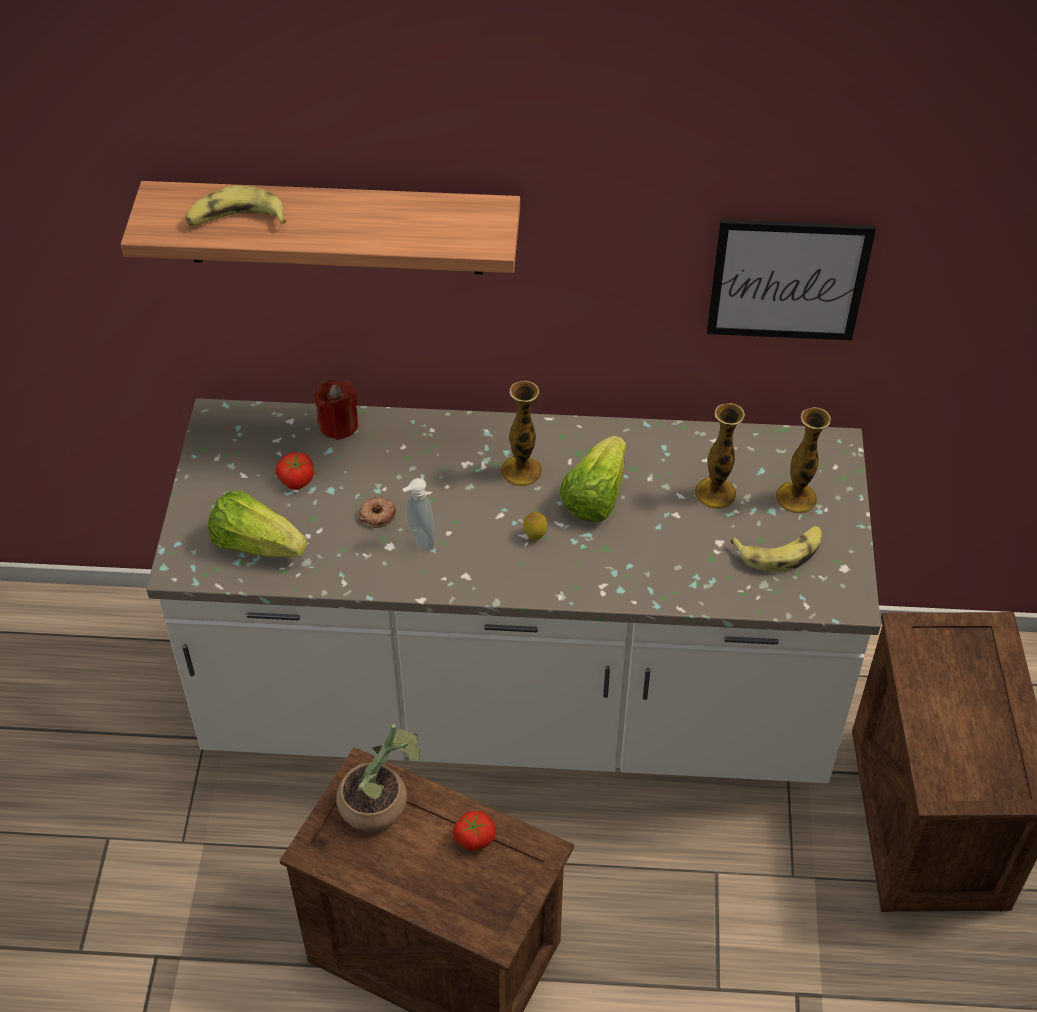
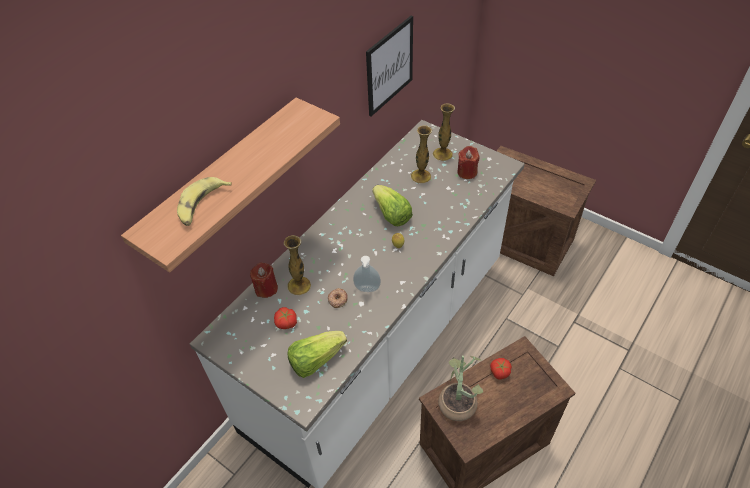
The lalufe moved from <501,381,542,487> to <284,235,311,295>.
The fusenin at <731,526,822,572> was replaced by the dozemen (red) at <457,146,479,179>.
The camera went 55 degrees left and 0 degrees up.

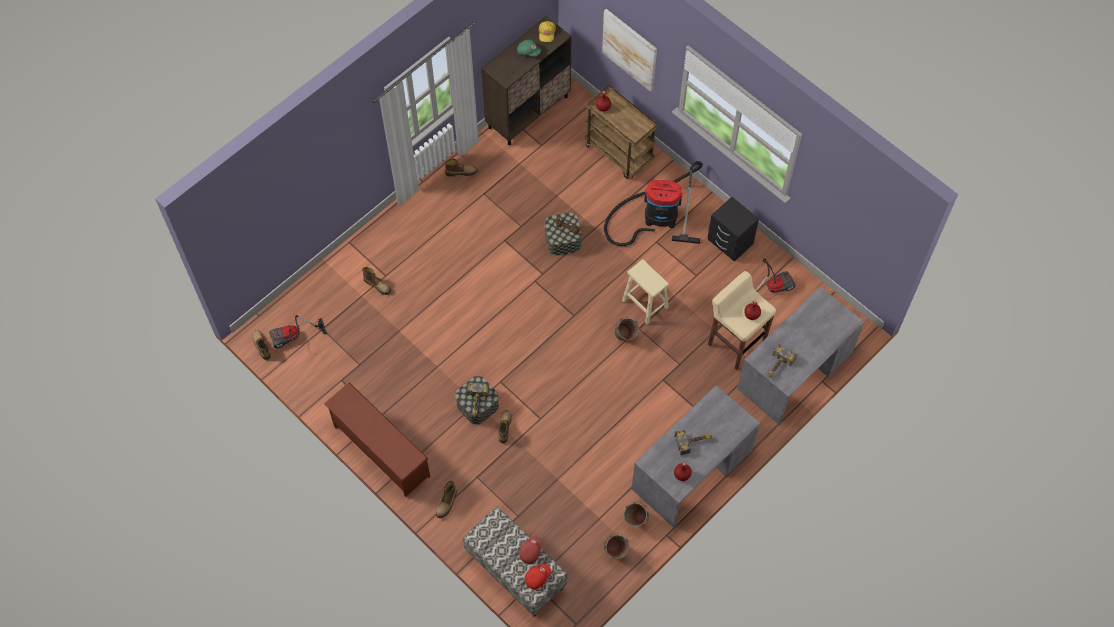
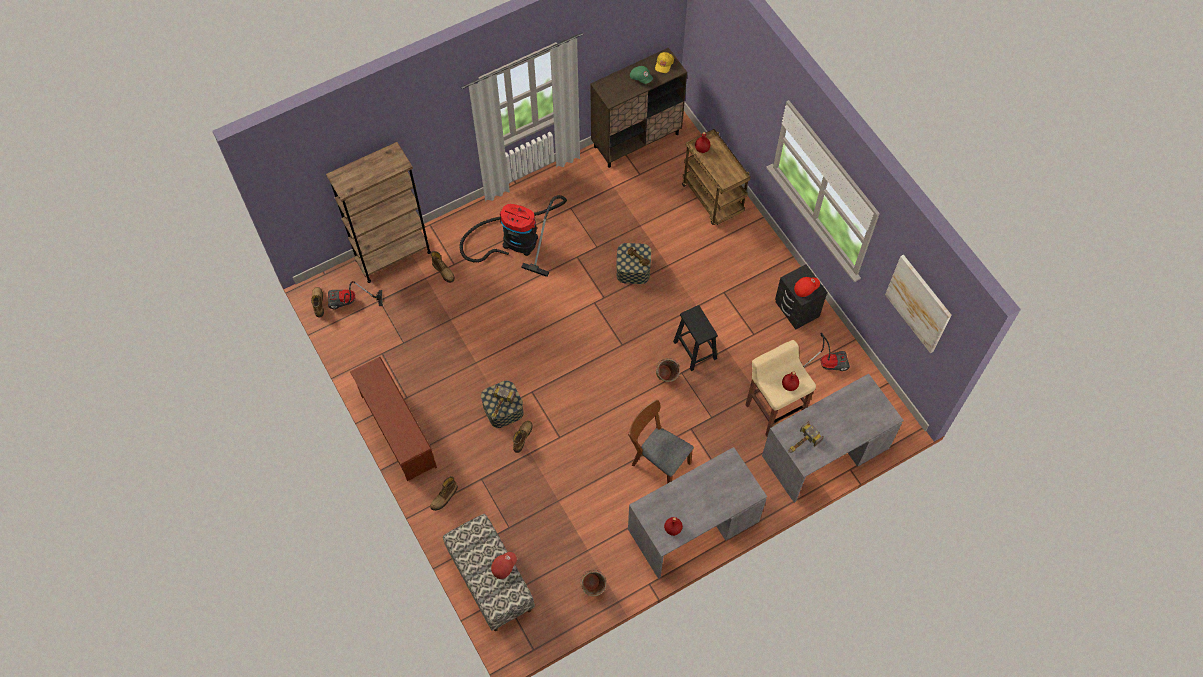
The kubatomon at <445,159,478,176> disappeared.
The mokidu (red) moved from <525,564,551,589> to <794,277,820,297>.
The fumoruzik moved from <602,9,657,92> to <885,255,952,353>.
The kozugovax moved from <604,161,703,246> to <460,195,567,277>.
The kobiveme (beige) at <622,259,669,325> became the kobiveme (black) at <673,305,718,371>.
The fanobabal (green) at <624,502,649,527> disappeared.
The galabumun at <674,429,712,455> disappeared.
The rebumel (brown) at <326,142,431,283> appeared.
The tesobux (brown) at <628,400,694,483> appeared.
The camera went 15 degrees right and 0 degrees up.

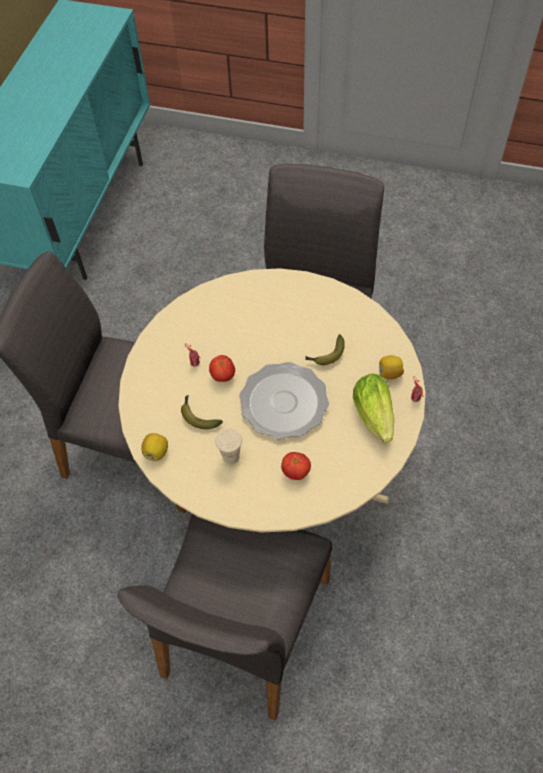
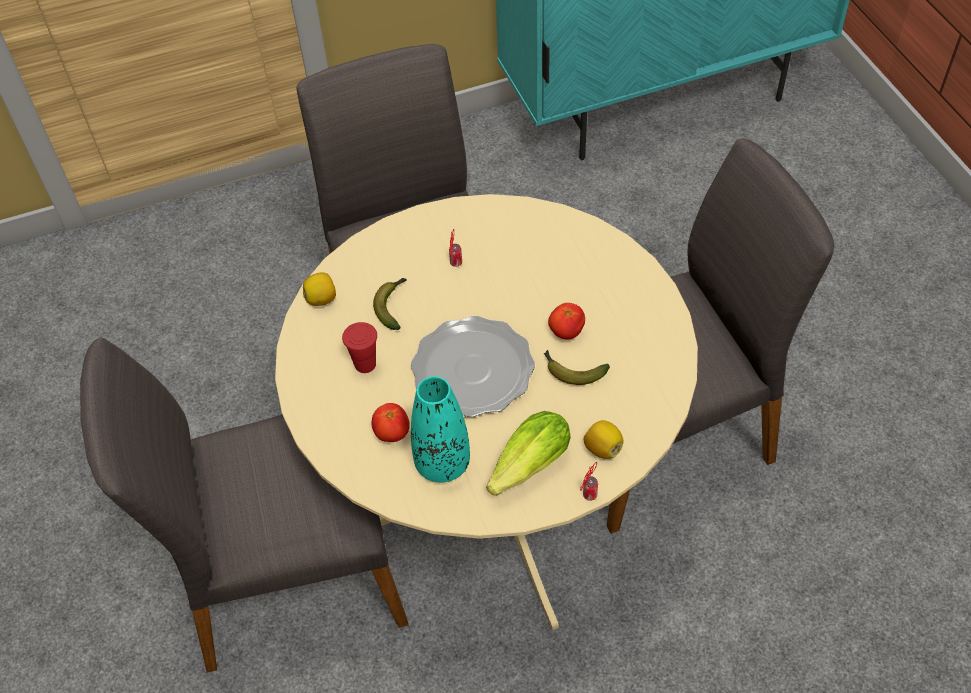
The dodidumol moved from <209,355,235,382> to <548,303,585,339>.
The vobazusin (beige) at <215,429,242,464> became the vobazusin (red) at <342,322,377,373>.
The lalufe (turquoise) at <411,376,470,483> appeared.
The camera went 55 degrees right and 5 degrees down.

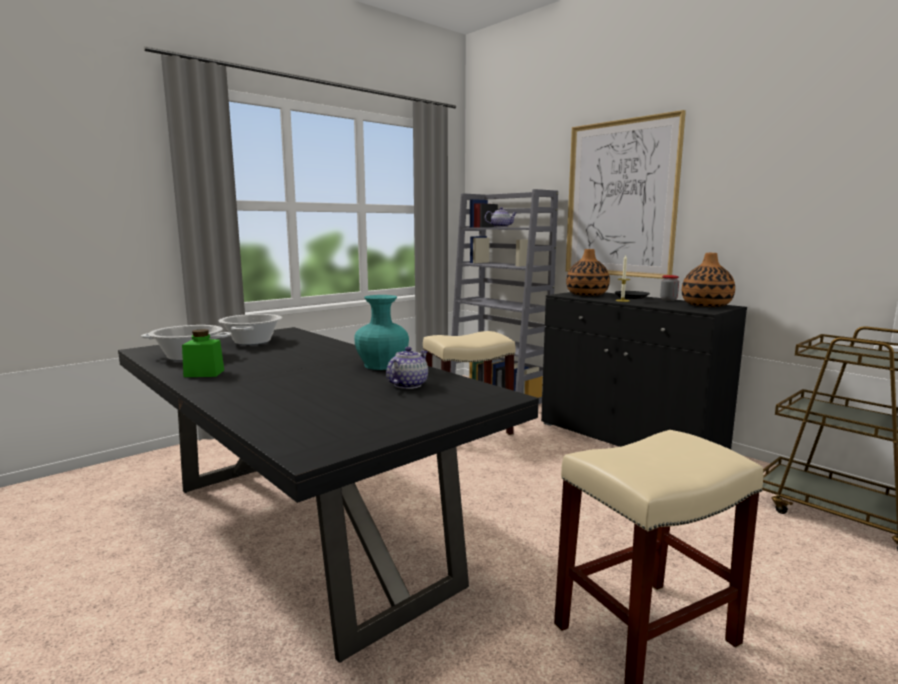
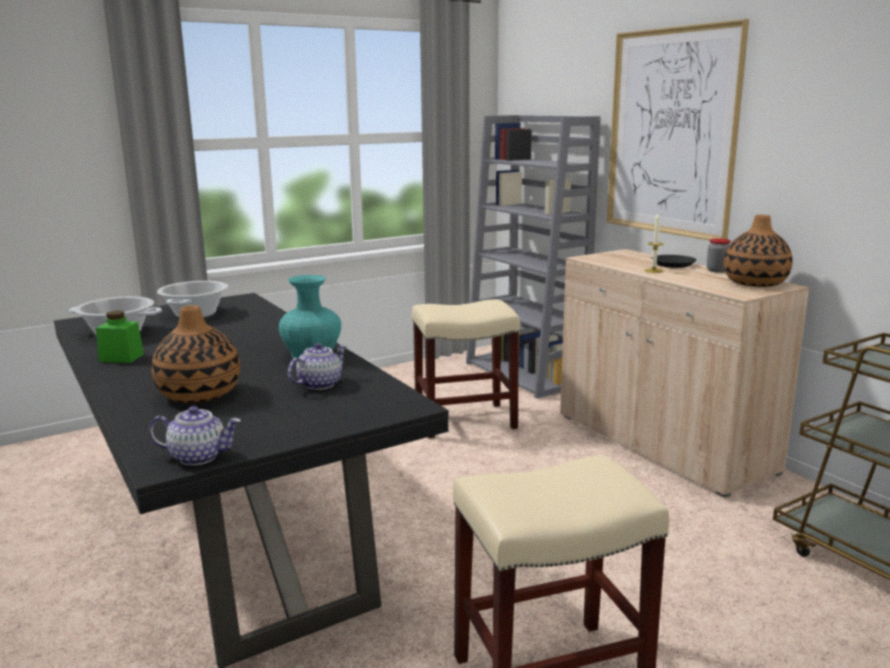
The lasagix moved from <485,207,517,227> to <149,406,241,466>.
The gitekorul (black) at <541,292,747,450> became the gitekorul (beige) at <560,249,810,498>.
The lalufe moved from <566,249,610,296> to <151,305,240,403>.
The camera went 10 degrees right and 5 degrees up.

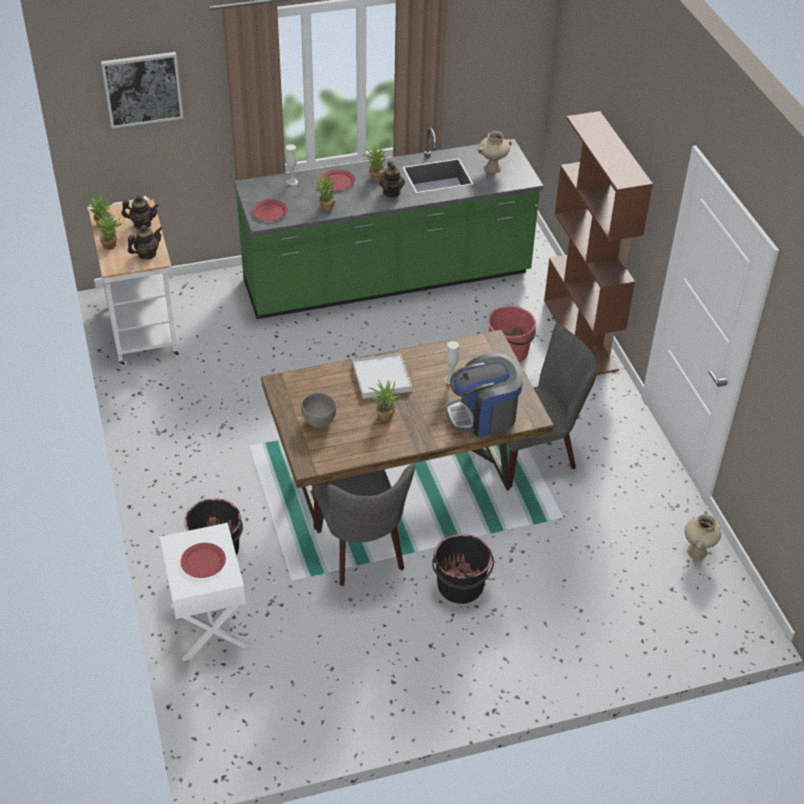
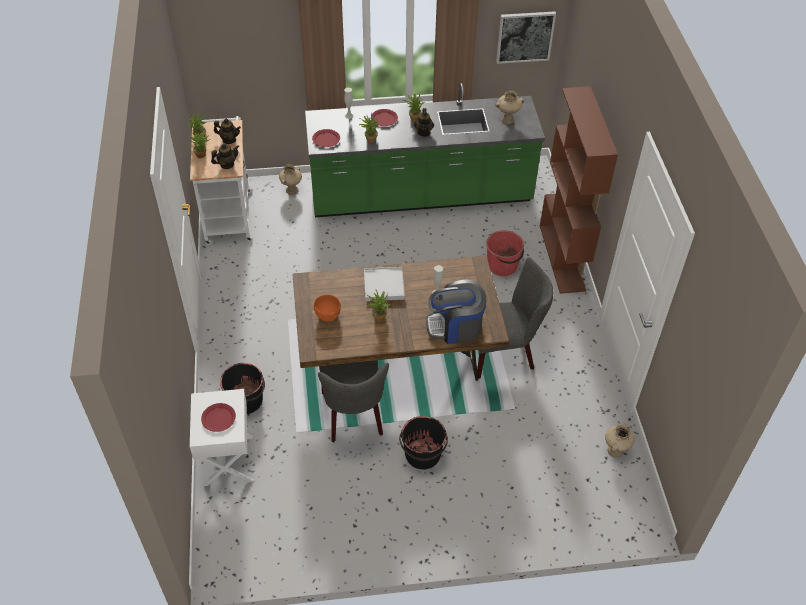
The fumoruzik moved from <101,52,183,128> to <496,11,556,64>.
The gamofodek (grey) at <301,393,336,427> became the gamofodek (orange) at <314,294,341,321>.
The lalufe (beige) at <279,164,302,195> appeared.
The camera went 10 degrees right and 5 degrees up.

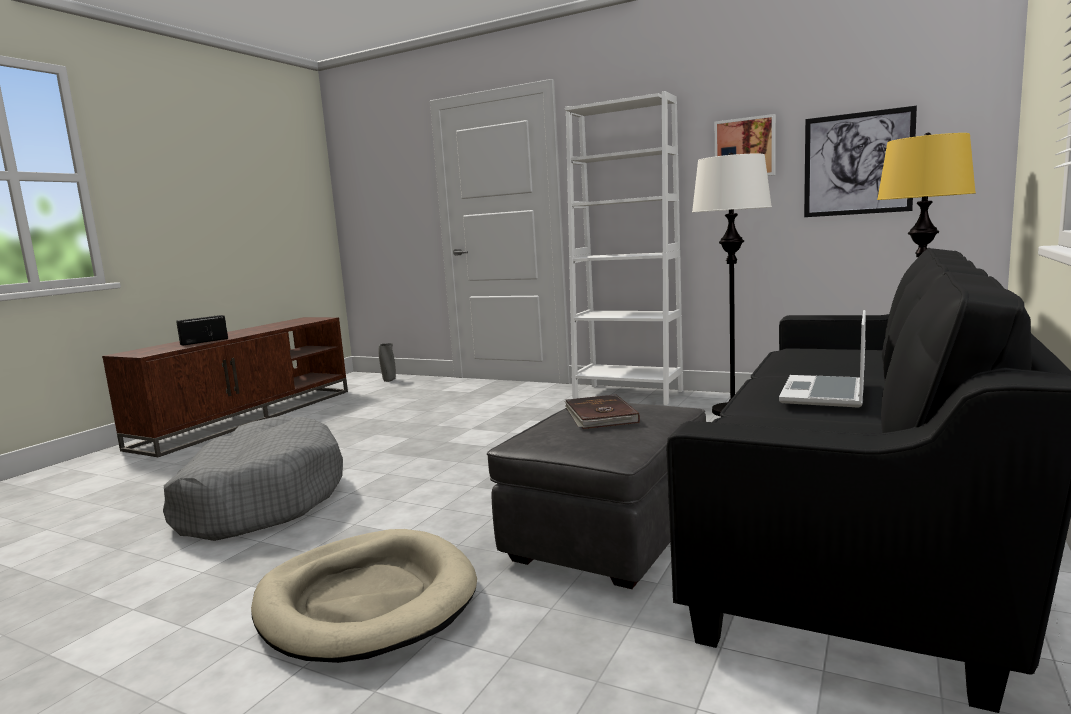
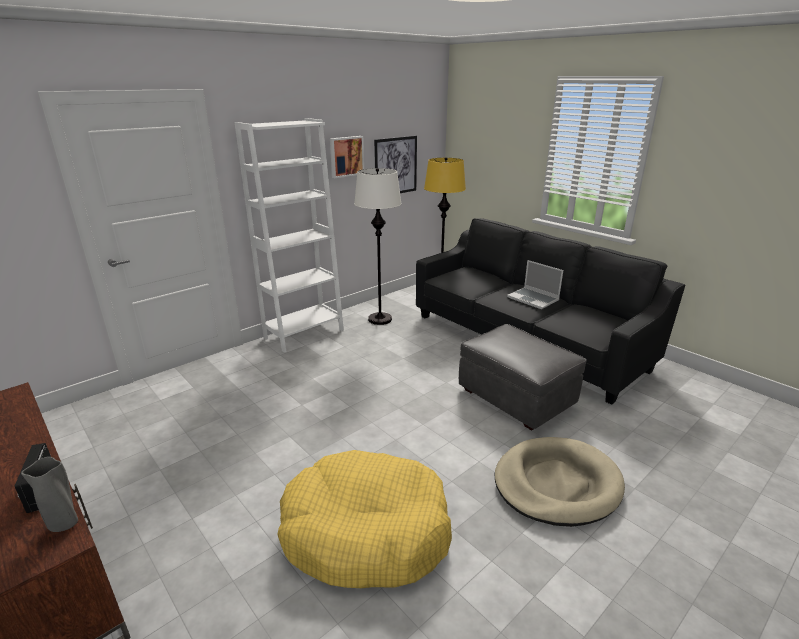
The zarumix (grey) at <163,415,343,541> became the zarumix (yellow) at <277,450,452,588>.
The lalufe (grey) moved from <379,343,396,382> to <21,457,78,532>.
The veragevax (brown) at <565,394,640,429> disappeared.
The camera went 70 degrees left and 15 degrees up.

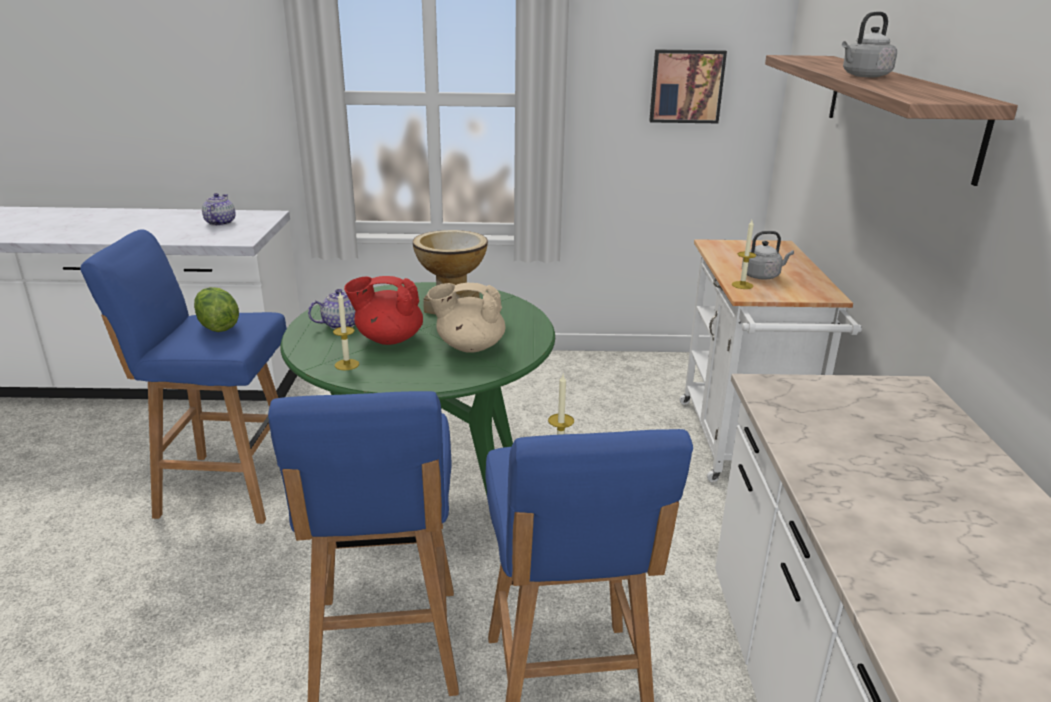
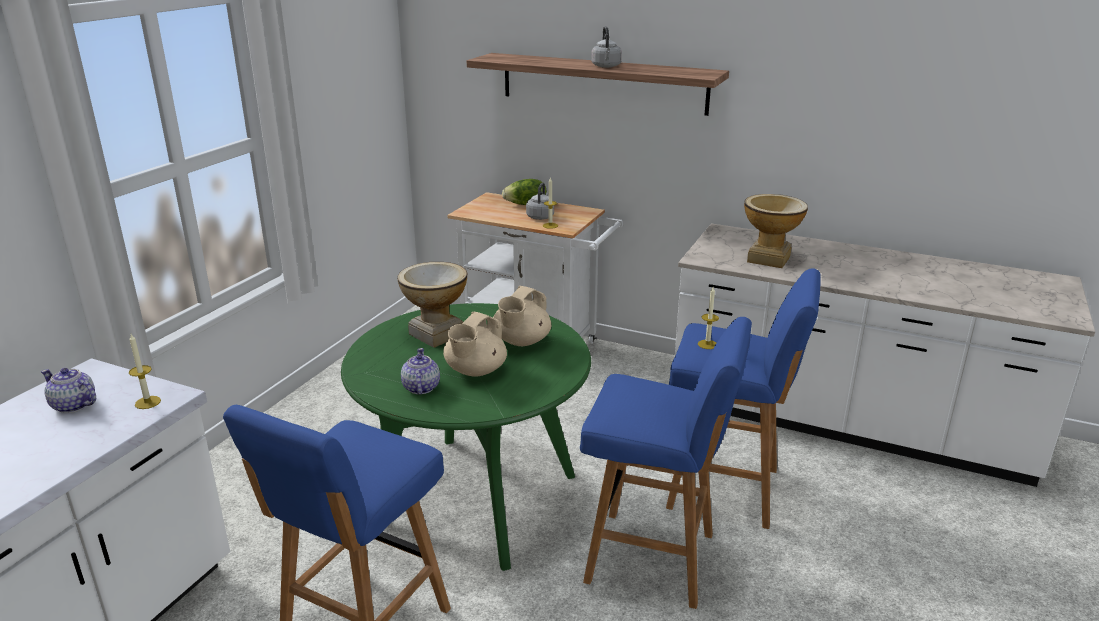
The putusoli moved from <194,287,239,332> to <502,179,547,205>.
The dozemen moved from <333,292,359,370> to <129,334,161,409>.
The lasagix (red) at <344,276,423,345> became the lasagix (beige) at <443,312,507,377>.
The fumoruzik at <649,49,727,123> disappeared.
The lalufe at <744,194,808,268> appeared.
The camera went 65 degrees left and 0 degrees up.

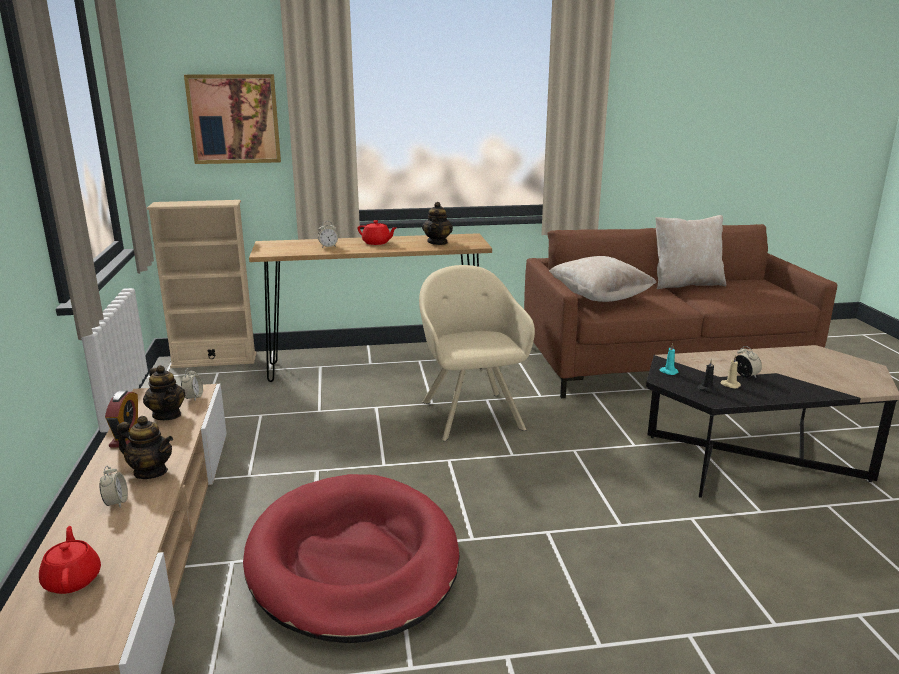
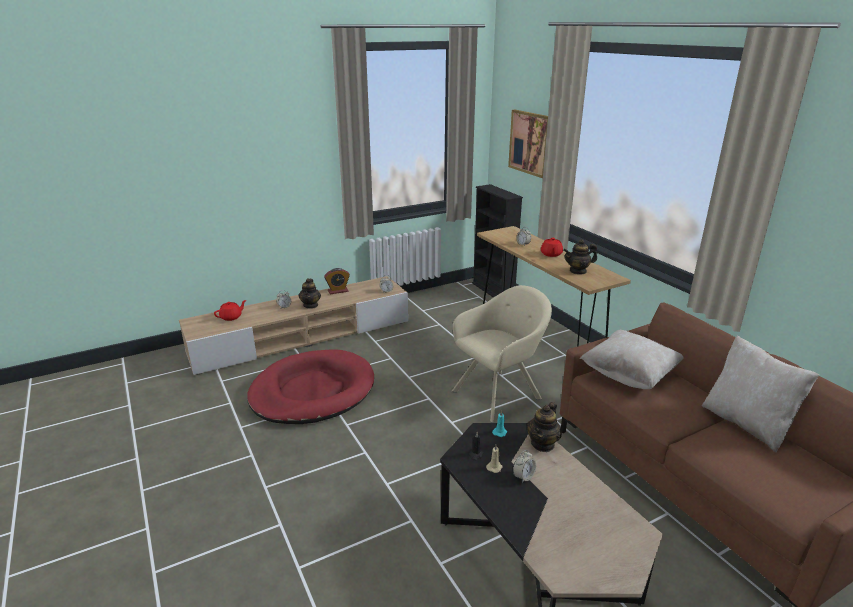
The lasagix moved from <143,365,186,420> to <527,402,562,452>.
The rebumel (beige) at <147,200,256,368> became the rebumel (black) at <472,184,523,298>.
The camera went 70 degrees right and 5 degrees up.

